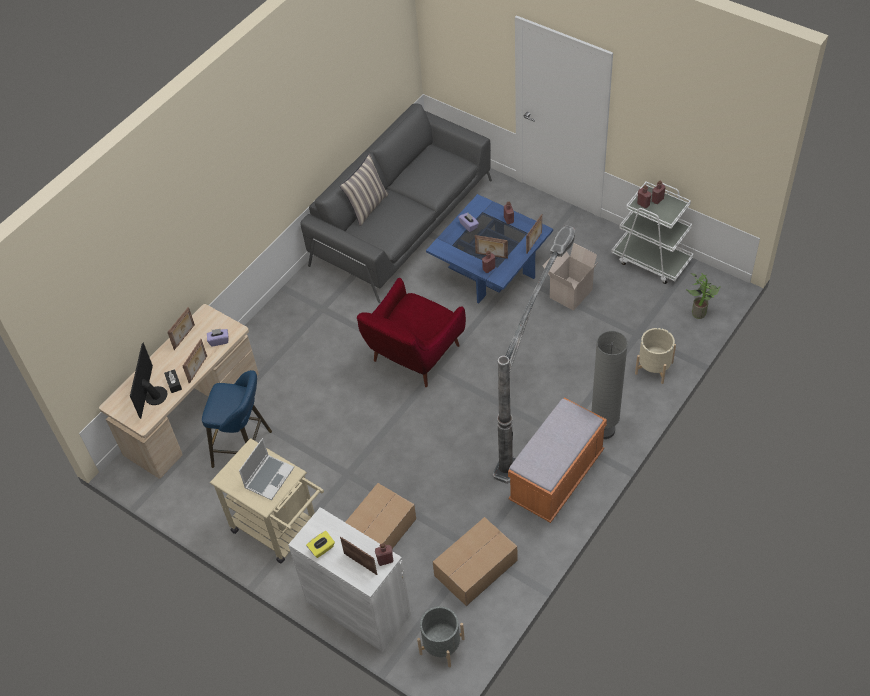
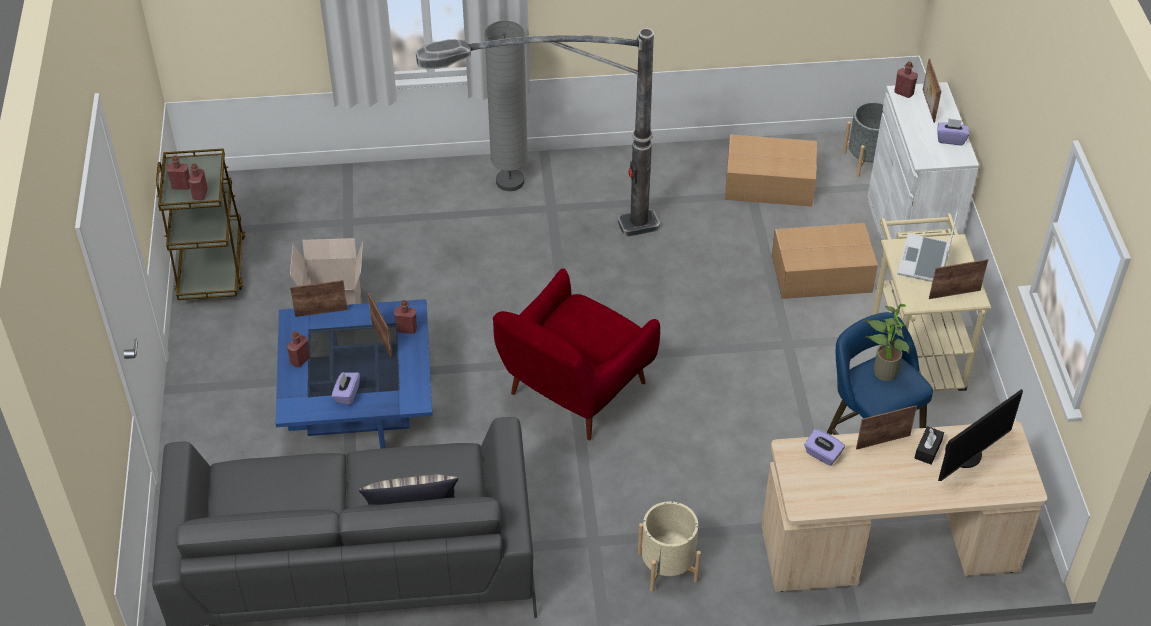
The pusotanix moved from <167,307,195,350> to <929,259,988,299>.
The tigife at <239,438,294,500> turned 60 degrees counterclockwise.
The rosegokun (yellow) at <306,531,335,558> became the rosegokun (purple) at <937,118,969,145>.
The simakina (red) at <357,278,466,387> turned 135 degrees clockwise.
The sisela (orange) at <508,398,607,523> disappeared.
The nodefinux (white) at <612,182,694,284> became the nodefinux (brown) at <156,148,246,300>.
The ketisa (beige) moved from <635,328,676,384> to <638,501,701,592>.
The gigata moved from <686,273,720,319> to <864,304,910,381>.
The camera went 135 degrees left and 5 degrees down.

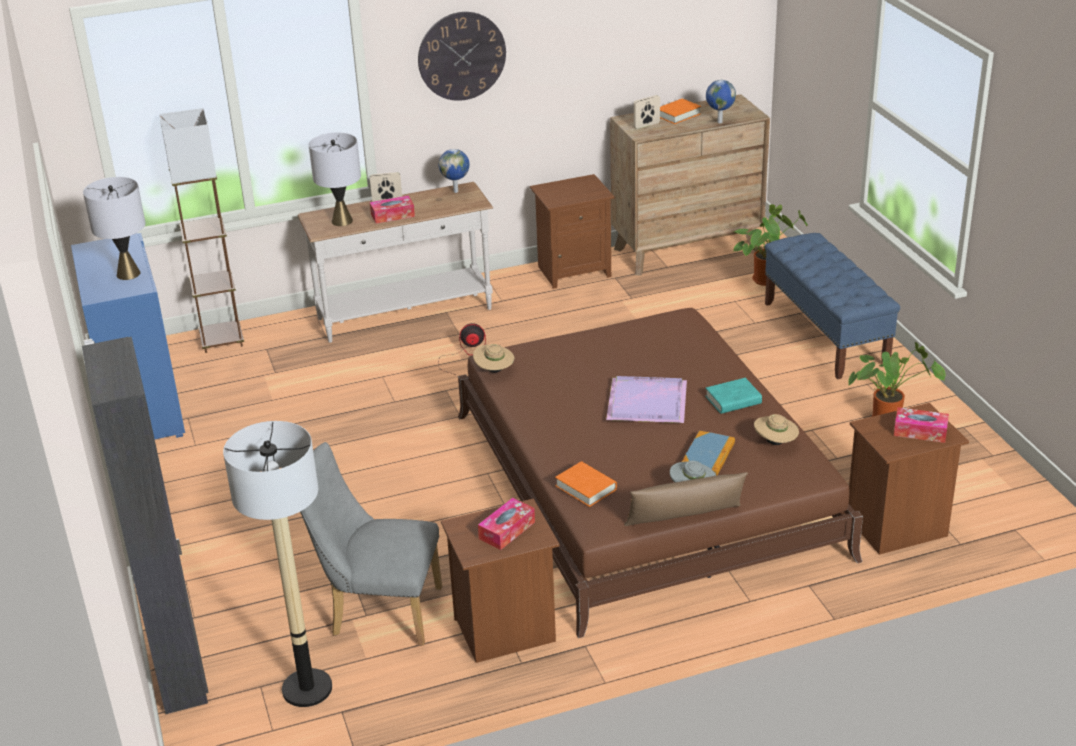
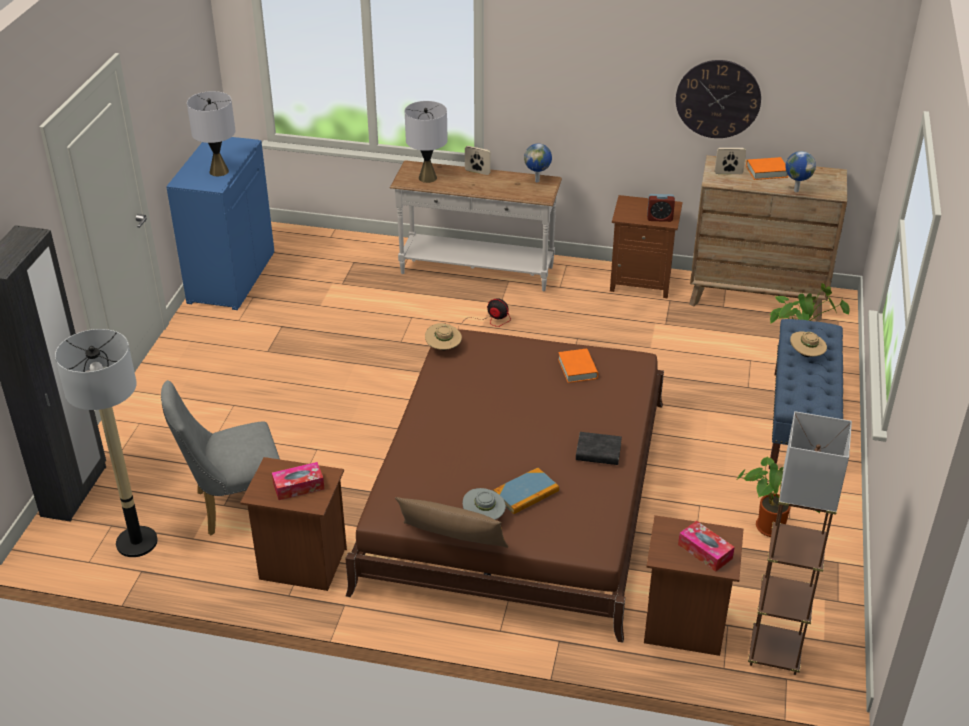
The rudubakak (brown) moved from <159,108,244,353> to <748,411,852,675>.
The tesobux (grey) at <300,442,442,646> turned 60 degrees counterclockwise.
The rosegokun at <370,196,415,224> disappeared.
The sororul moved from <418,12,506,101> to <676,60,761,138>.
The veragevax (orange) moved from <555,461,617,507> to <558,349,598,383>.
The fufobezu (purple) at <606,376,687,423> disappeared.
The veragevax (turquoise) at <705,378,762,414> became the veragevax (black) at <576,432,622,465>.
The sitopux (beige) moved from <754,414,799,445> to <790,331,827,357>.
The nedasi at <647,194,675,222> appeared.
The camera went 30 degrees right and 5 degrees up.

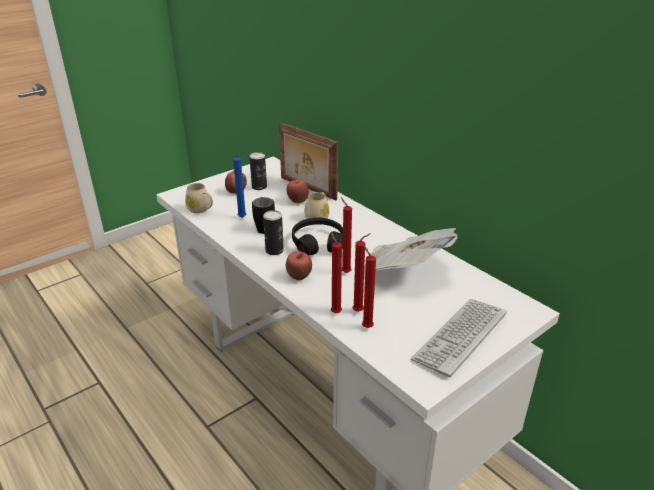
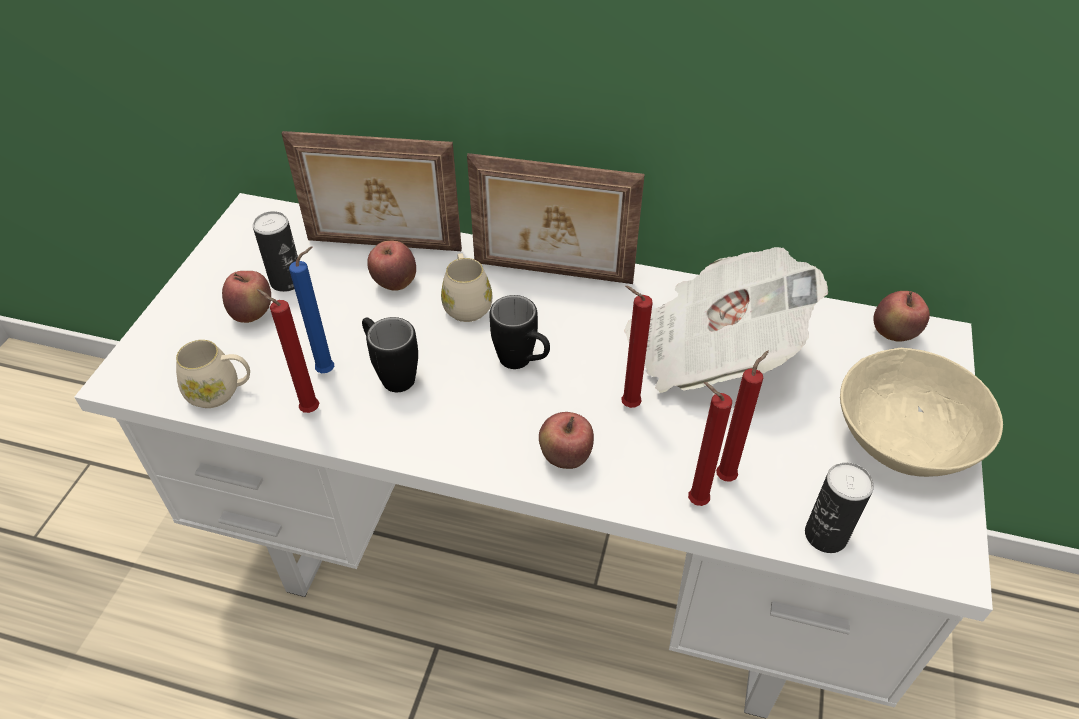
The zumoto moved from <263,210,284,255> to <805,462,874,553>.
The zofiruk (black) at <292,218,343,255> was replaced by the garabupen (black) at <490,295,550,369>.
The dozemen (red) moved from <362,245,376,328> to <257,289,319,413>.
The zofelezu at <411,299,507,377> was replaced by the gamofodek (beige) at <840,348,1003,477>.
The pusotanix at <467,153,645,284> appeared.
The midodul at <873,291,930,342> appeared.
The camera went 35 degrees left and 15 degrees up.

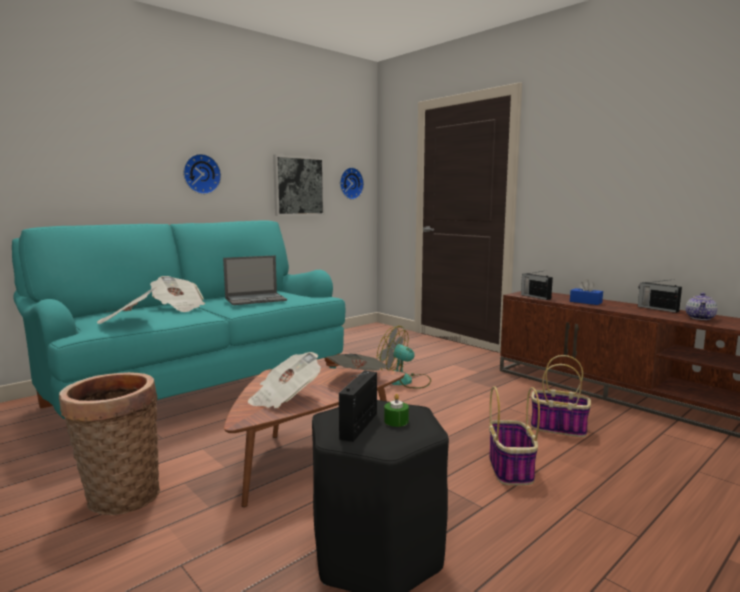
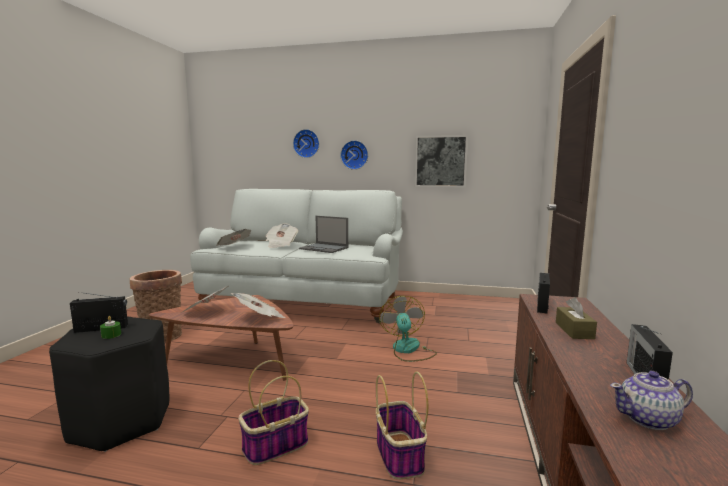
The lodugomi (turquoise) at <12,220,345,427> became the lodugomi (white) at <190,189,403,323>.
The sororul moved from <340,167,364,200> to <293,129,319,158>.
The rosegokun (blue) at <570,279,603,305> became the rosegokun (brown) at <556,297,597,339>.
The camera went 55 degrees right and 0 degrees up.

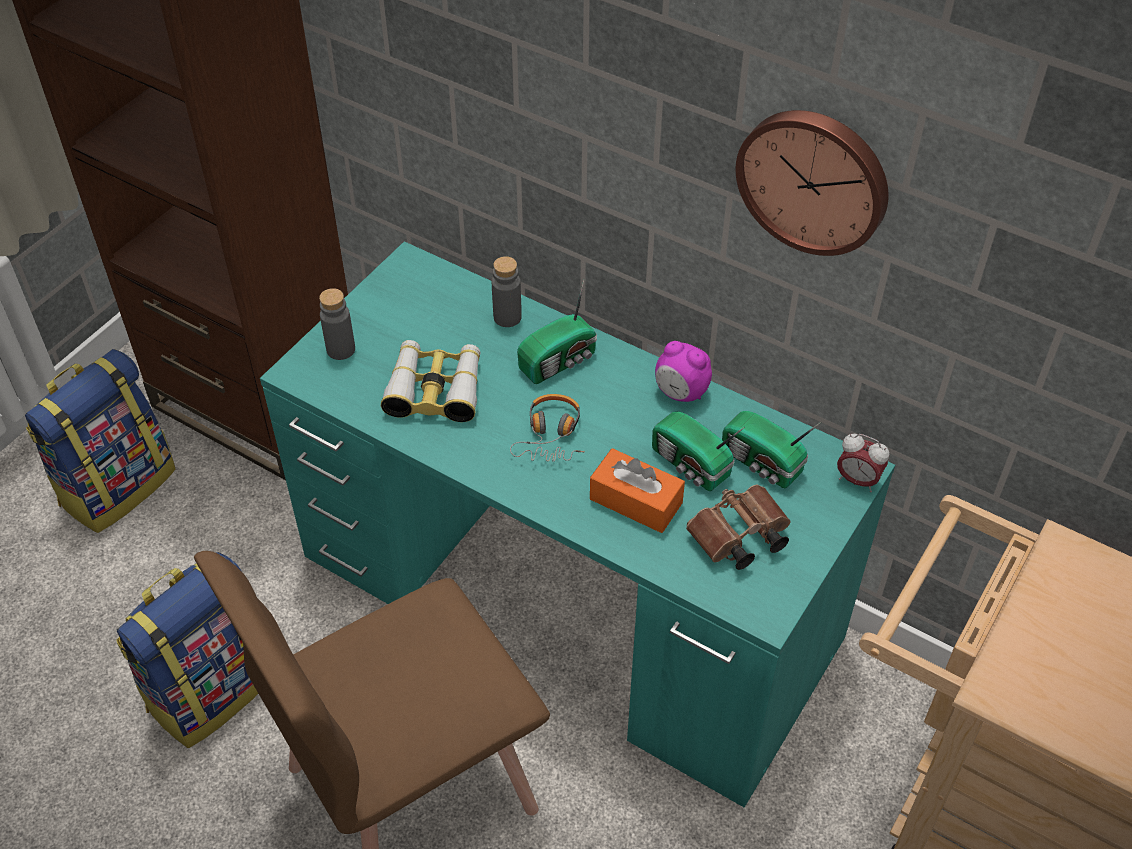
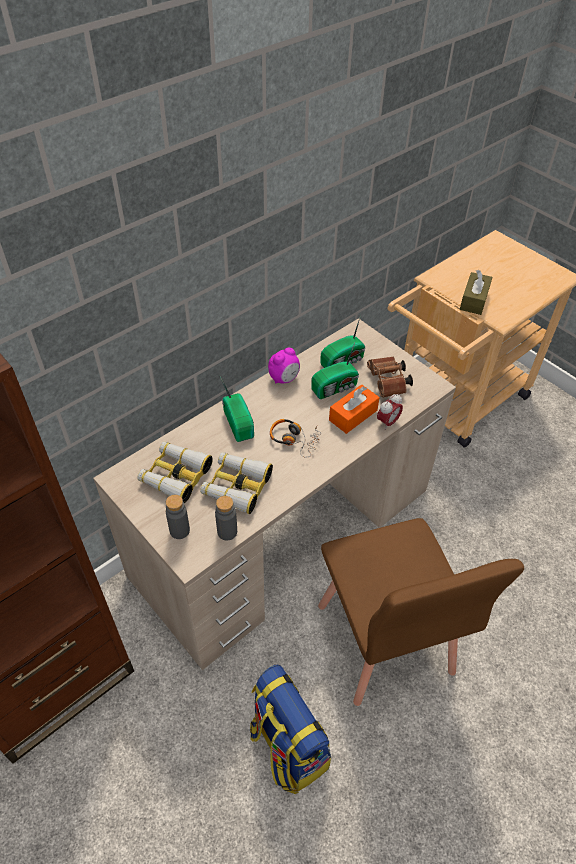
The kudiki at <25,349,176,533> disappeared.
The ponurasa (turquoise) at <260,241,895,808> became the ponurasa (beige) at <93,318,456,670>.
The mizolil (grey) moved from <492,256,522,327> to <215,496,237,540>.
The sororul at <736,110,889,256> disappeared.
The nedasi moved from <837,434,889,492> to <377,394,403,430>.
The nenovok at <137,441,213,503> appeared.
The rosegokun (brown) at <460,270,493,315> appeared.
The camera went 75 degrees left and 0 degrees up.

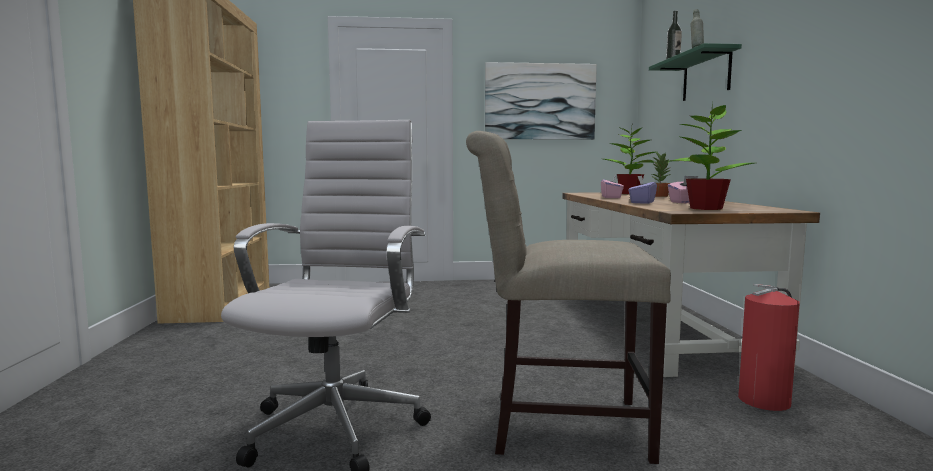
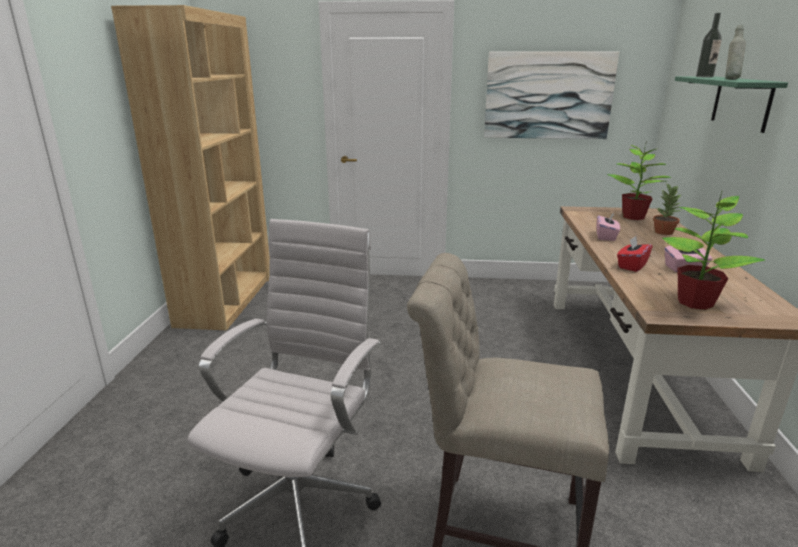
The rosegokun (purple) at <628,176,657,204> became the rosegokun (red) at <617,236,653,272>.
The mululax at <738,284,800,411> disappeared.
The camera went 10 degrees right and 15 degrees up.

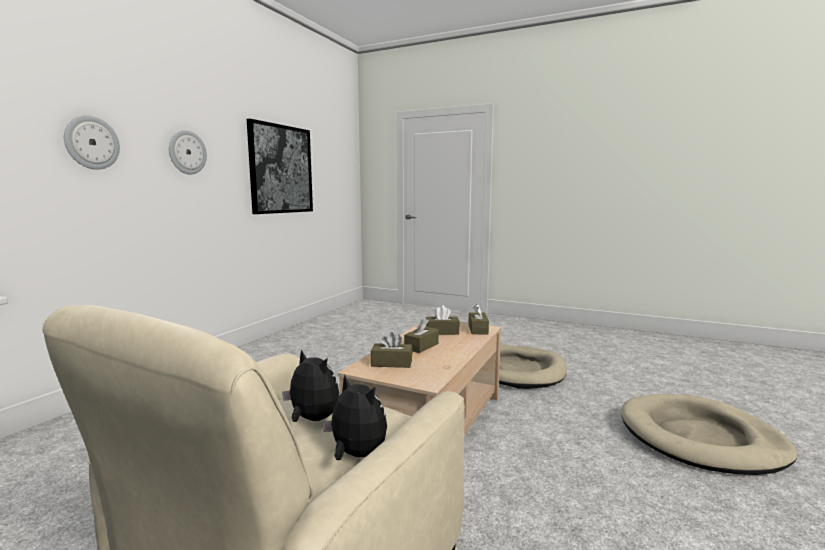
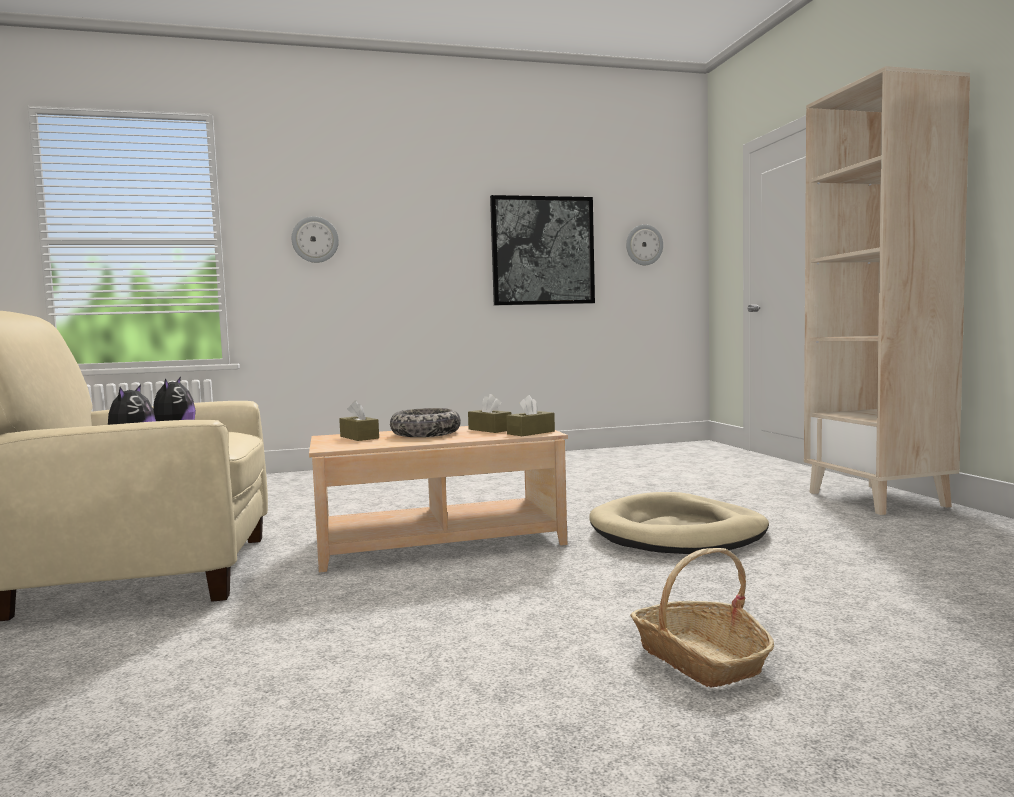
The sororul moved from <169,130,207,174> to <626,224,663,265>.
The rosegokun (brown) at <404,318,439,353> was replaced by the gamofodek at <390,408,461,437>.
The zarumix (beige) at <621,394,797,475> was replaced by the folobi at <630,548,774,688>.
The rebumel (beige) at <804,66,970,515> appeared.
The camera went 50 degrees right and 5 degrees down.

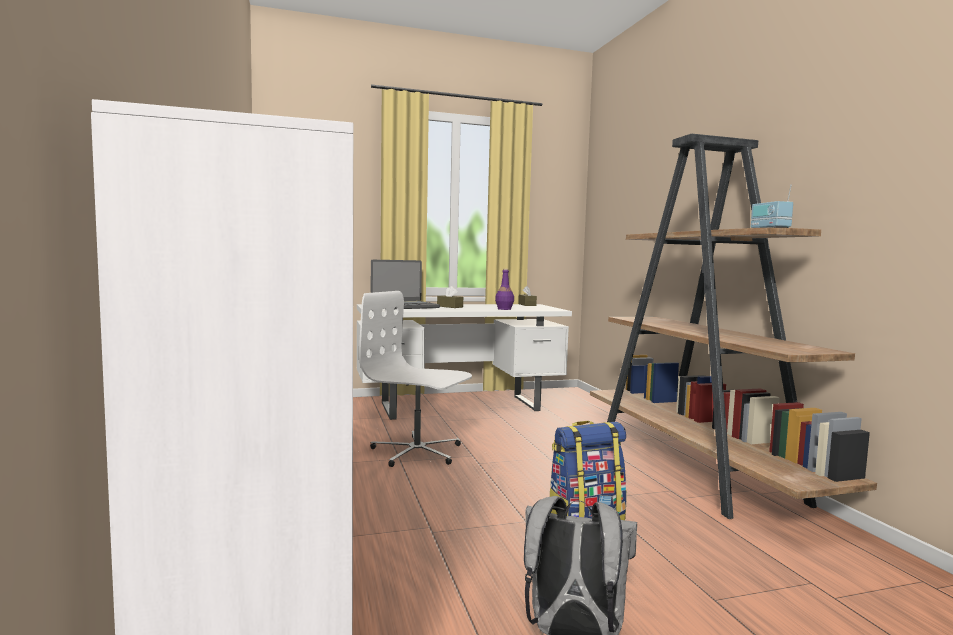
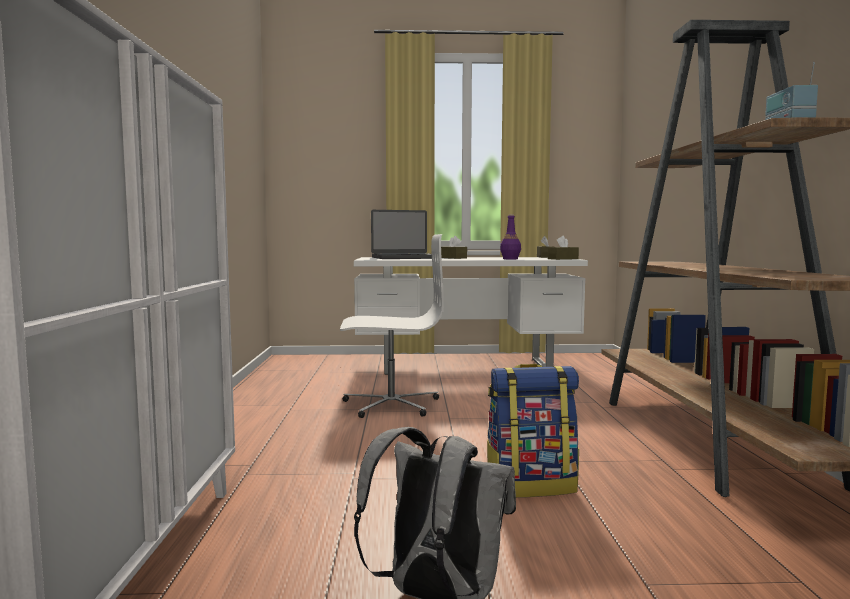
The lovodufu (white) at <359,291,472,467> turned 135 degrees clockwise.
The rosegokun (brown) at <548,236,579,260> appeared.
The camera went 15 degrees right and 0 degrees up.

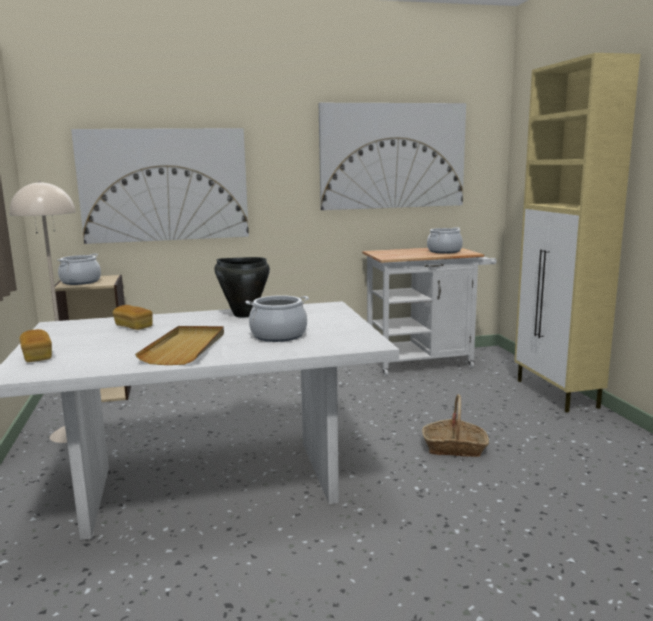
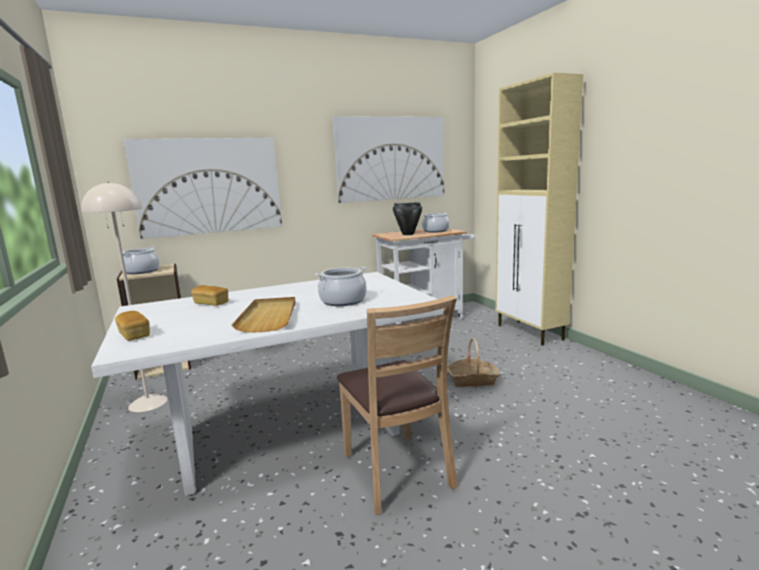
The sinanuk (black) moved from <214,257,270,317> to <393,202,422,235>.
The tesobux (brown) at <337,295,458,515> appeared.
The camera went 10 degrees left and 0 degrees up.

